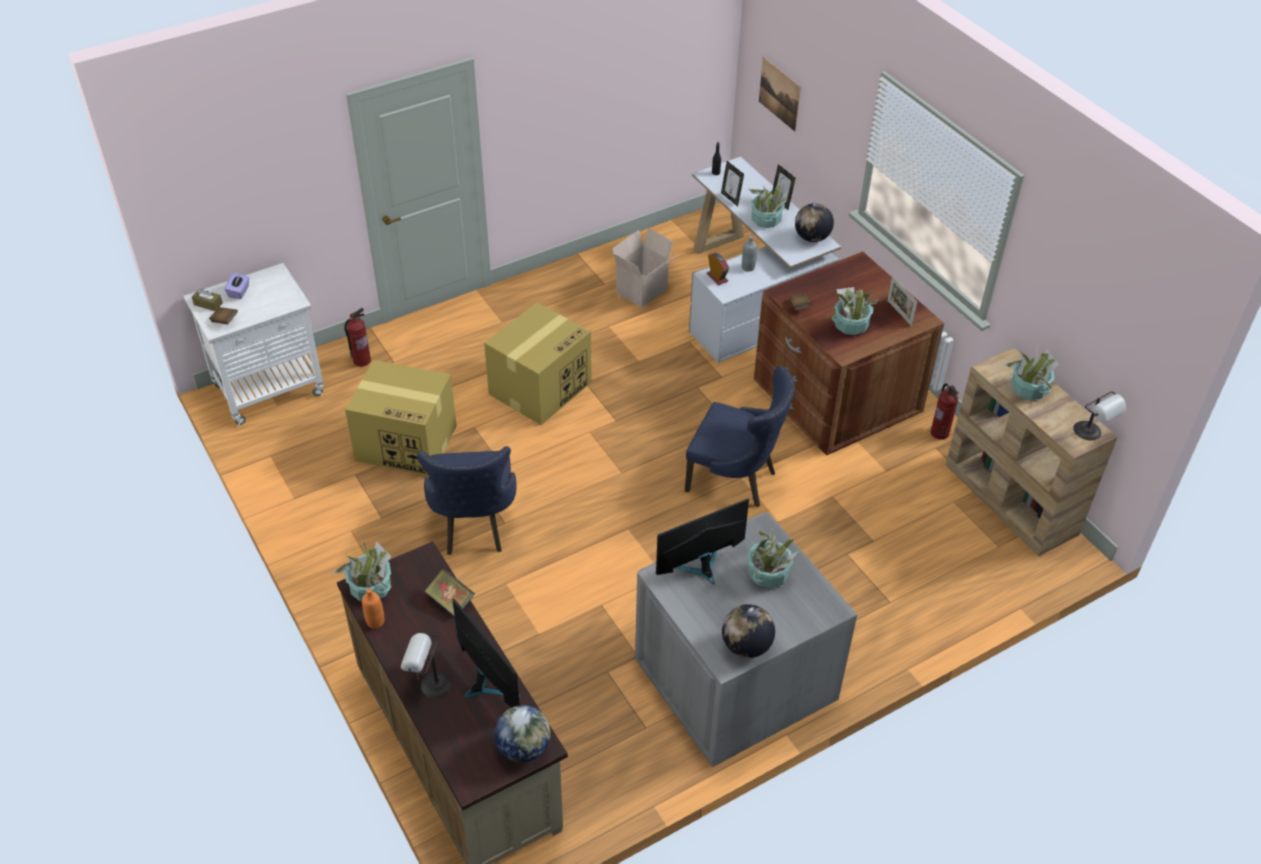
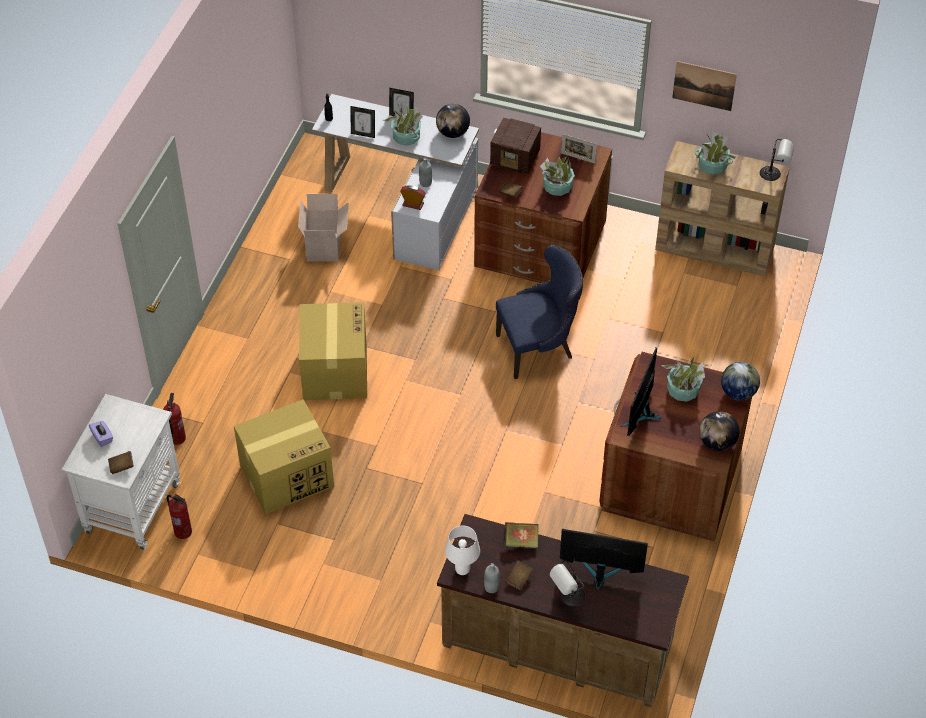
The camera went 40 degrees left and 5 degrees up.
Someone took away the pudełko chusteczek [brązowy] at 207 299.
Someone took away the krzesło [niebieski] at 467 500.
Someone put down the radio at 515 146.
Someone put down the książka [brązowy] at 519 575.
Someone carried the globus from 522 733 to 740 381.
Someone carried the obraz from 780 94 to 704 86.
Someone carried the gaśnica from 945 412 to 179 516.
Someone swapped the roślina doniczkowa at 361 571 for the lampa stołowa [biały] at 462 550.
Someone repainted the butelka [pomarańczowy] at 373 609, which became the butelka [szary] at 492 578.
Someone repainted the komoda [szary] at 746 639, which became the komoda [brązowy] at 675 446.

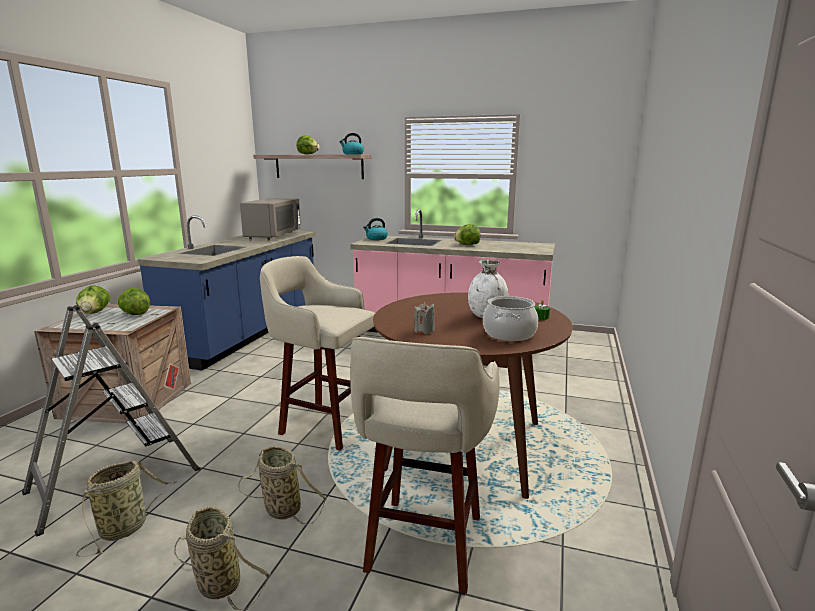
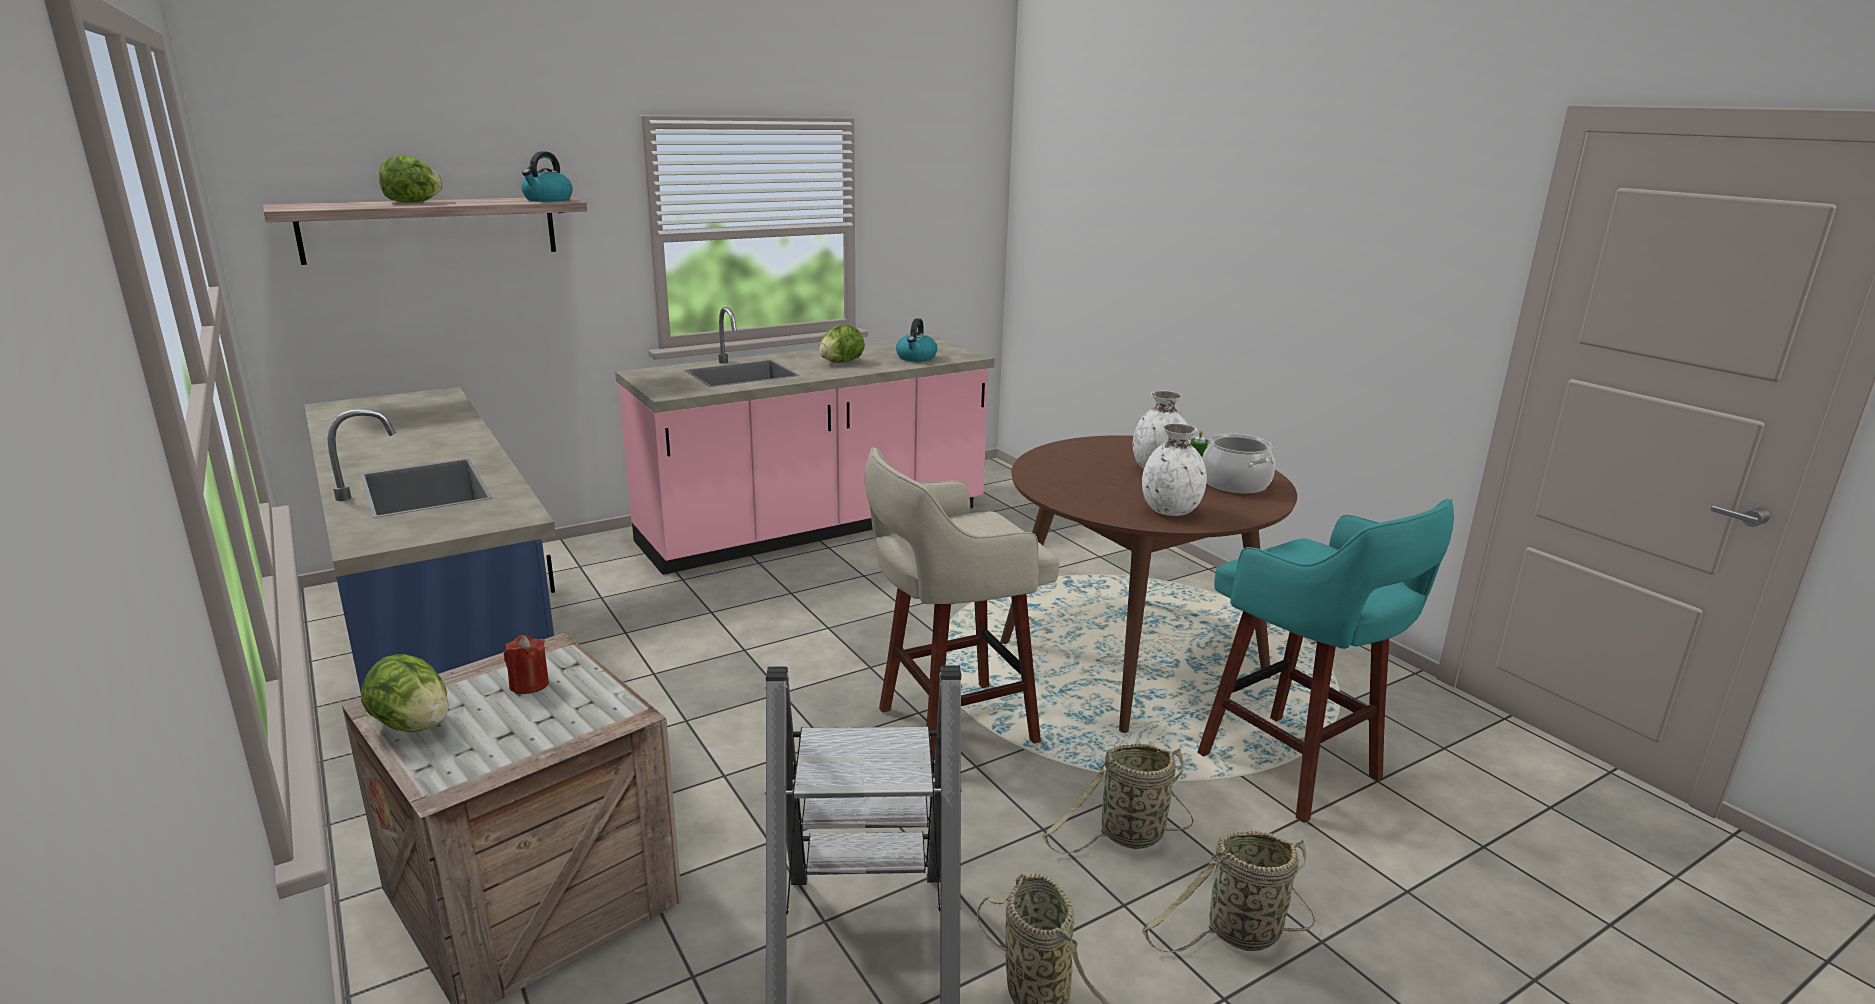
The camera went 50 degrees left and 5 degrees up.
Someone took away the mikrofalówka [szary] at 270 219.
Someone carried the czajnik from 375 229 to 916 340.
Someone swapped the sałata at 134 301 for the świeca [czerwony] at 526 664.
Someone swapped the świeca [szary] at 424 318 for the wazon [biały] at 1174 469.
Someone repainted the stołek [beżowy] at 424 465, which became the stołek [turkusowy] at 1325 661.

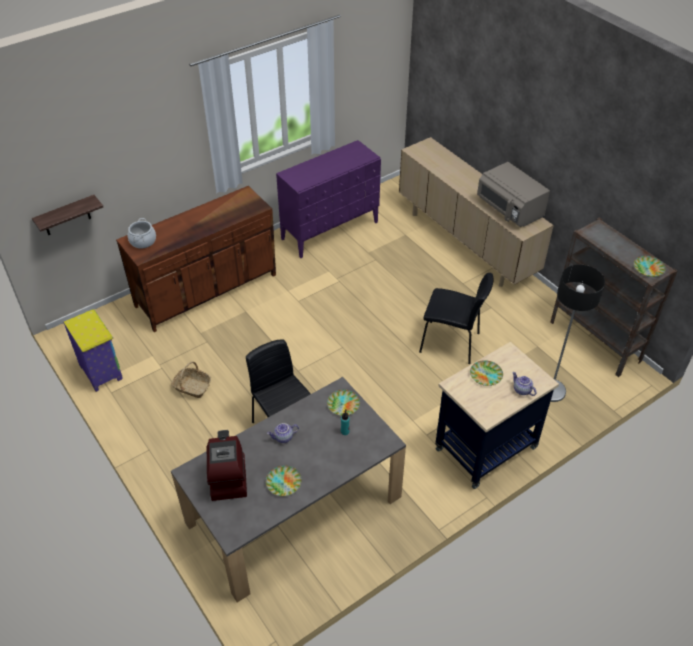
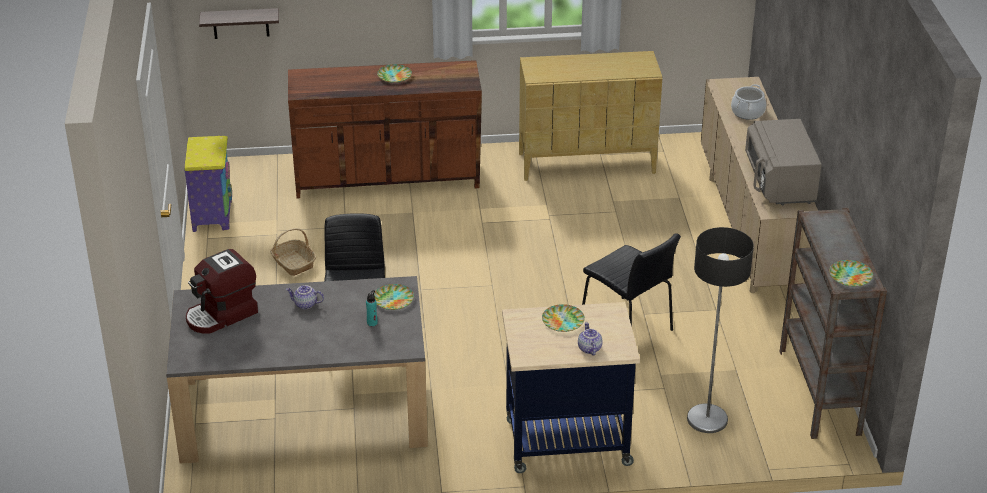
The camera went 30 degrees right and 10 degrees down.
Someone carried the garnek from 142 233 to 748 102.
Someone carried the talerz from 284 480 to 394 73.
Someone repainted the komoda [fioletowy] at 328 199, which became the komoda [beżowy] at 590 116.
Someone rotated the ekspres do kawy at 227 465 by 150 degrees counterclockwise.

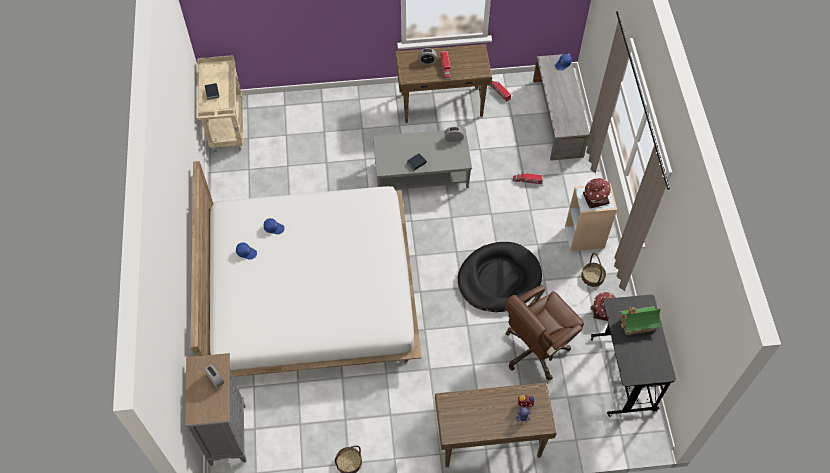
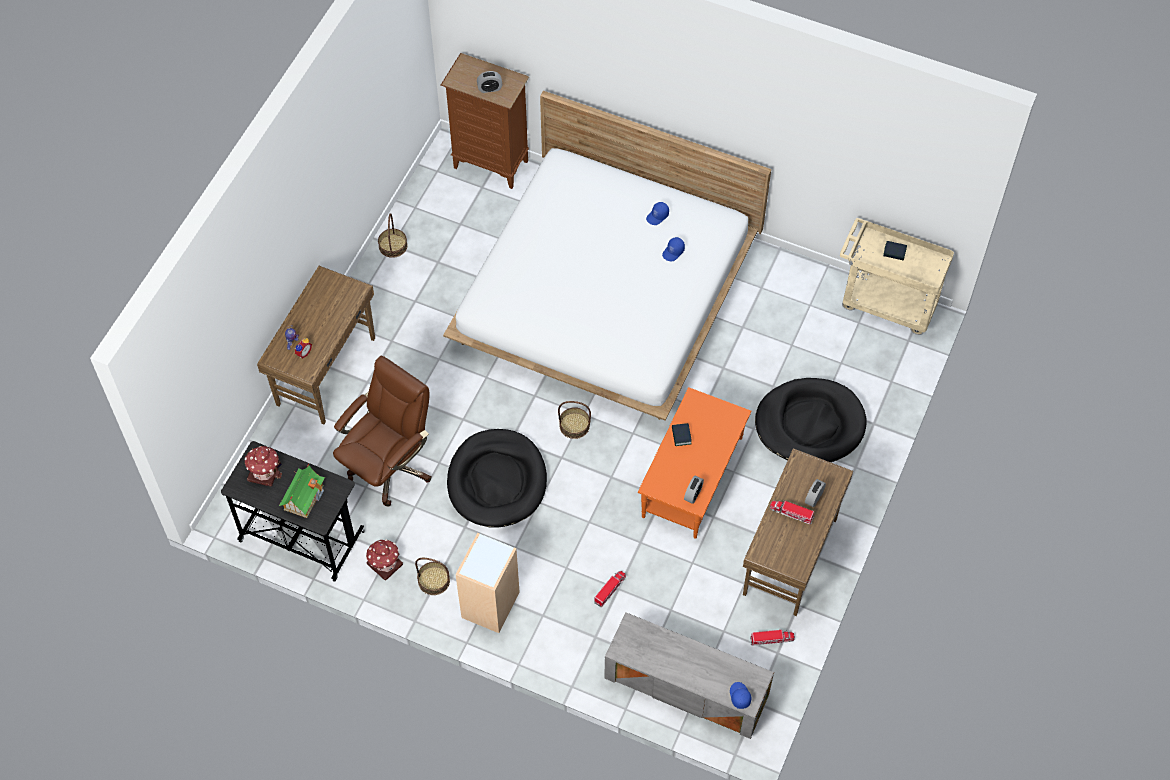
The camera went 120 degrees right and 0 degrees up.
Someone put down the koszyk at 574 420.
Someone put down the legowisko [czarny] at 811 420.
Someone carried the domek from 597 193 to 263 466.
Someone repainted the komoda [szary] at 215 409, which became the komoda [brązowy] at 485 121.
Someone repainted the ława [szary] at 422 158, which became the ława [pomarańczowy] at 694 462.
Someone rotated the krzesło biurowe [brązowy] at 544 332 by 45 degrees clockwise.

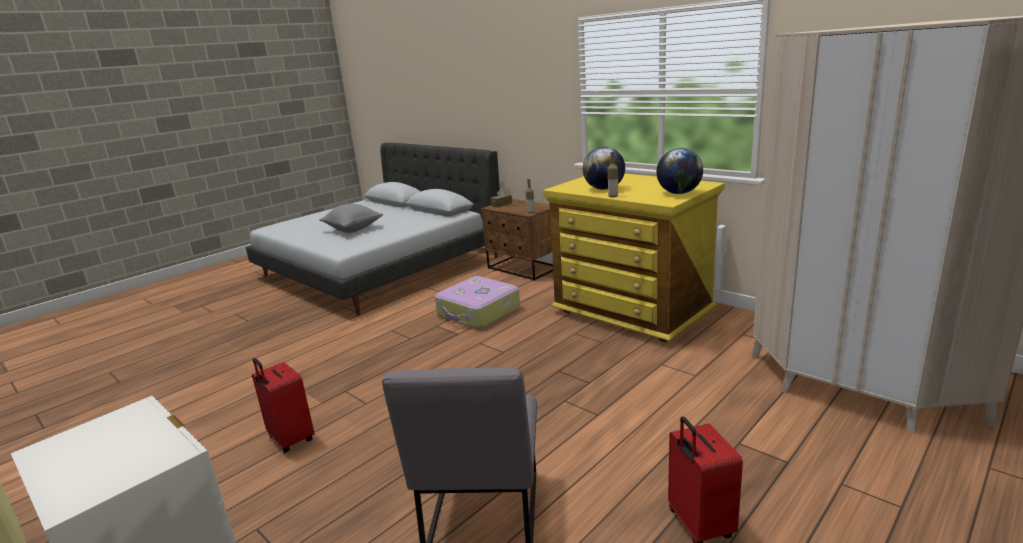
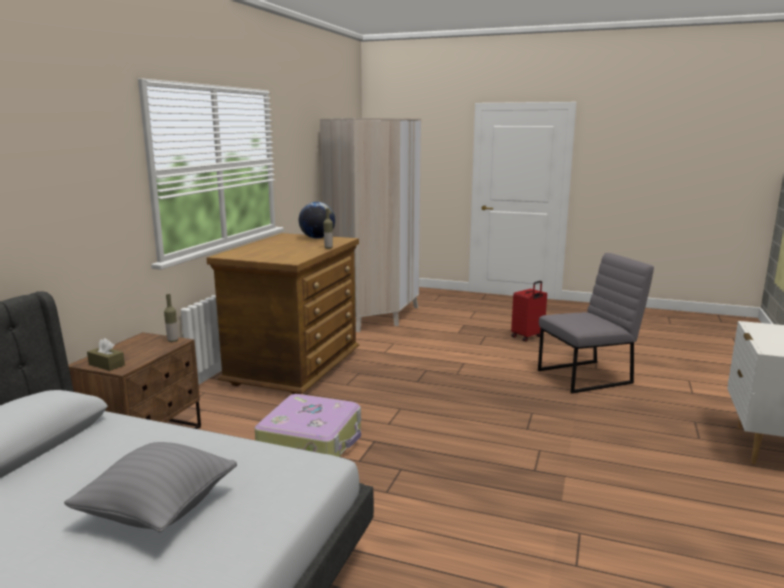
The camera went 115 degrees left and 5 degrees down.
Someone took away the walizka [czerwony] at 283 405.
Someone took away the globus at 604 168.
Someone repainted the komoda [żółty] at 634 257, which became the komoda [brązowy] at 283 313.

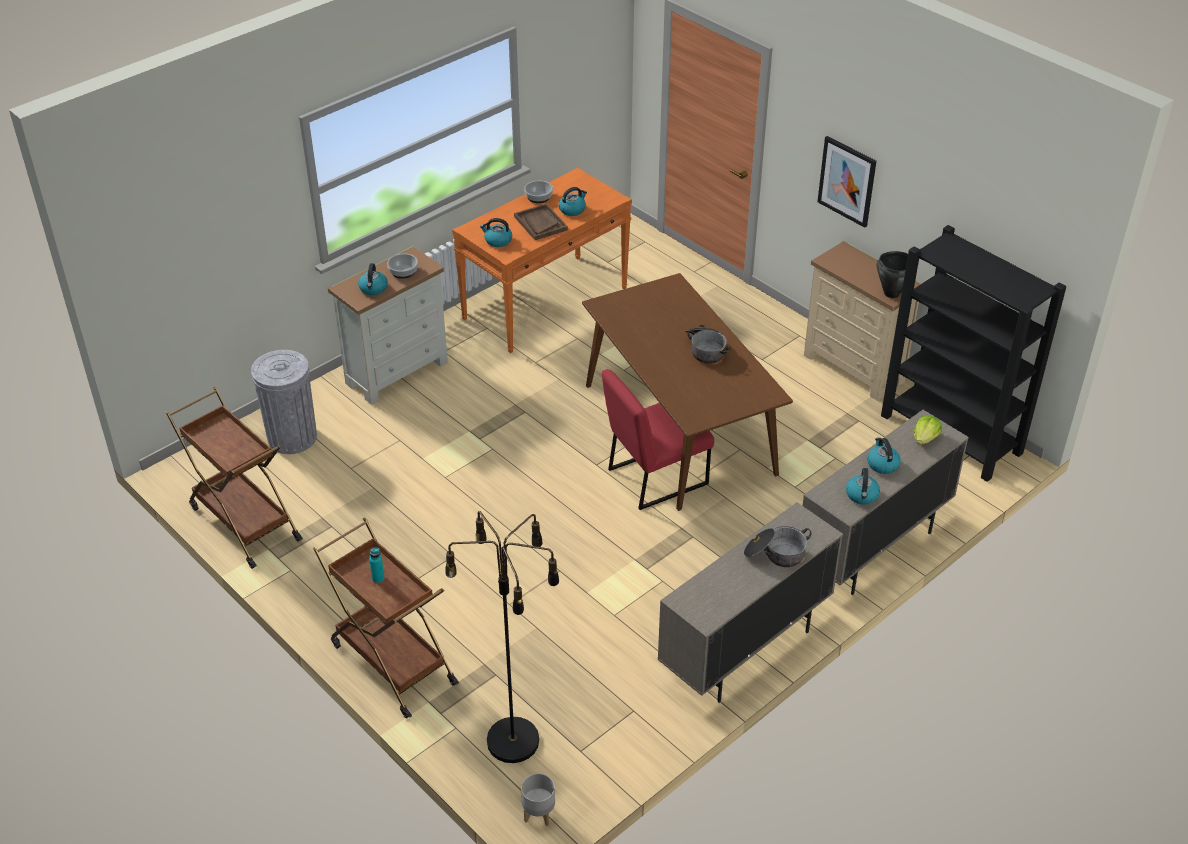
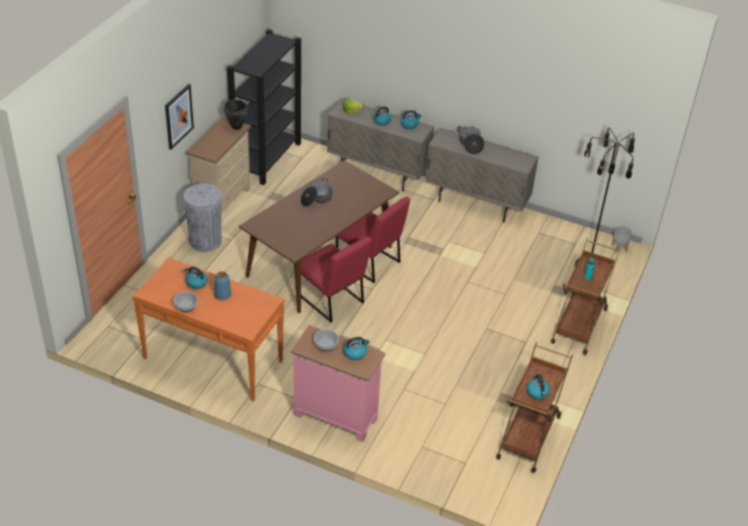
The camera went 115 degrees left and 0 degrees up.
Someone put down the krzesło [czerwony] at 336 279.
Someone carried the kosz na śmieci [szary] from 284 402 to 203 218.
Someone carried the czajnik from 496 232 to 538 386.
Someone swapped the taca [brązowy] at 541 222 for the wazon [niebieski] at 223 285.
Someone repainted the komoda [biały] at 388 325, which became the komoda [różowy] at 337 383.

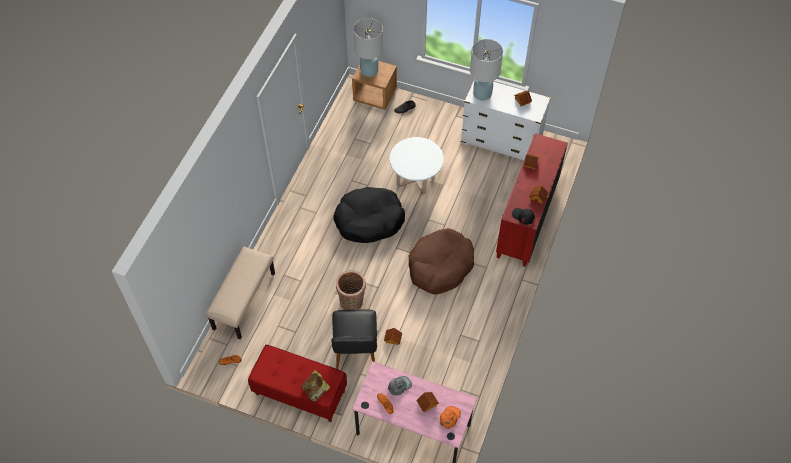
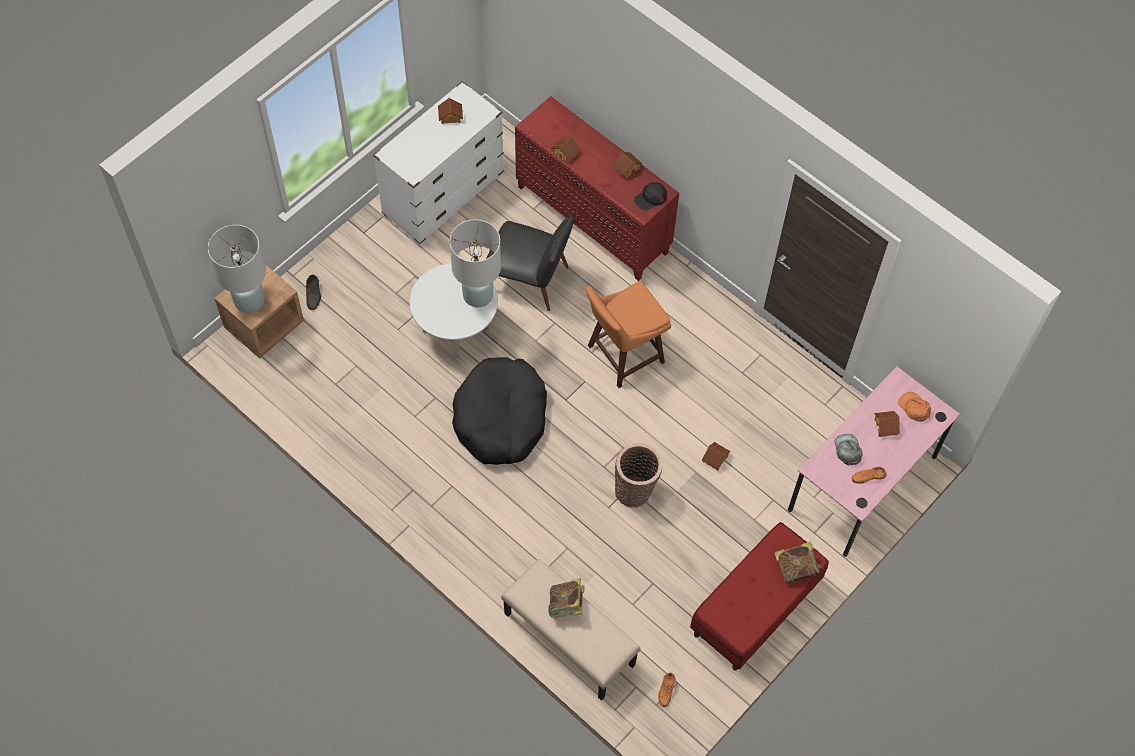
The camera went 70 degrees left and 5 degrees up.
Someone put down the książka at 566 598.
Someone carried the krzesło [czarny] from 354 339 to 530 262.
Someone carried the lampa stołowa [biały] from 486 69 to 475 263.
Someone swapped the legowisko [brązowy] at 441 261 for the stołek [pomarańczowy] at 628 334.

